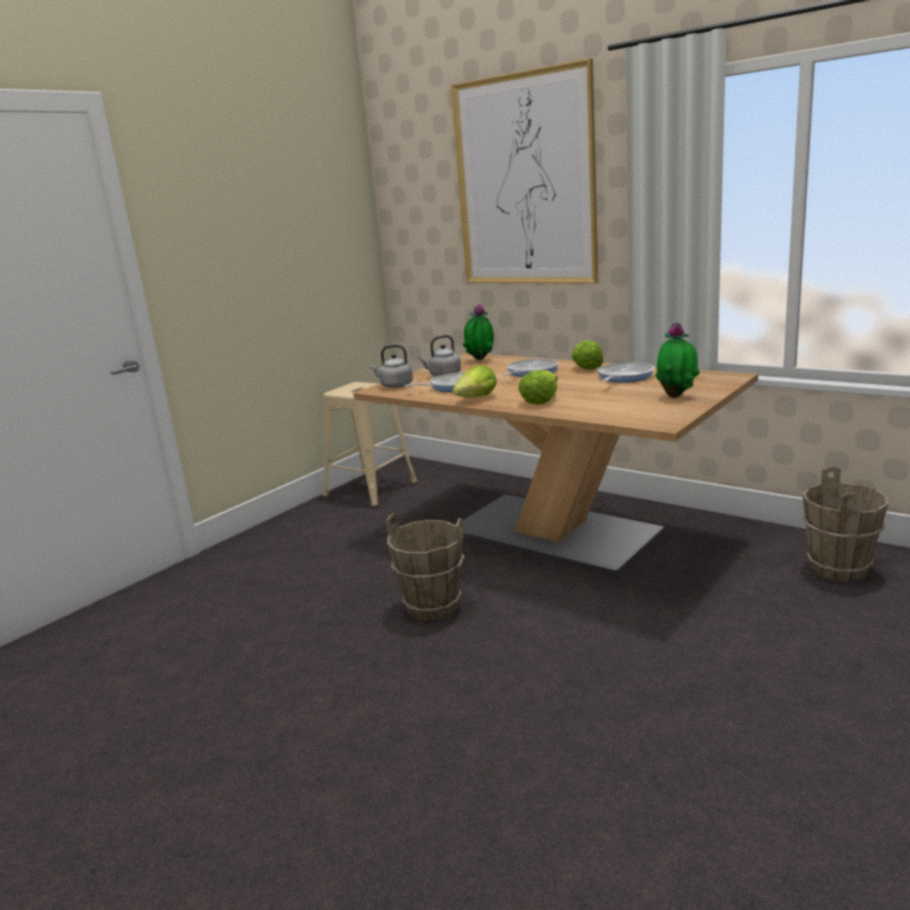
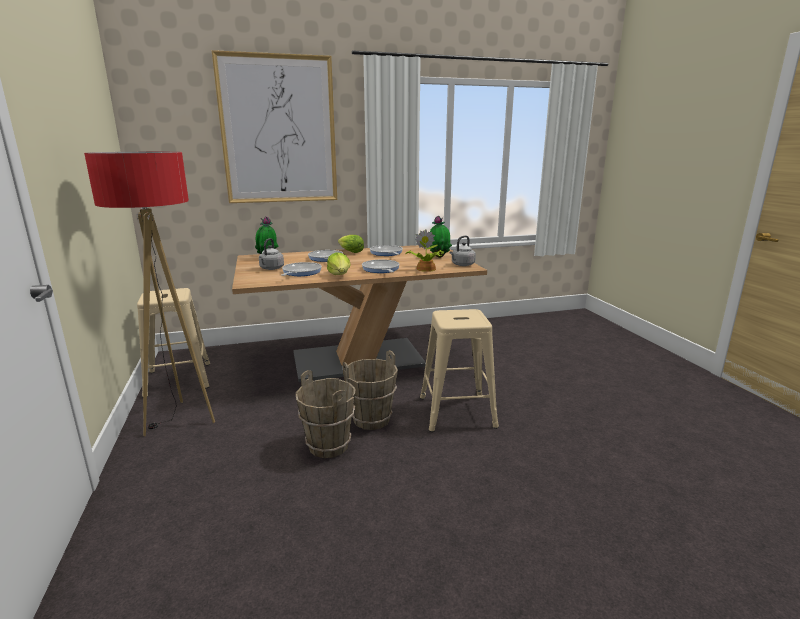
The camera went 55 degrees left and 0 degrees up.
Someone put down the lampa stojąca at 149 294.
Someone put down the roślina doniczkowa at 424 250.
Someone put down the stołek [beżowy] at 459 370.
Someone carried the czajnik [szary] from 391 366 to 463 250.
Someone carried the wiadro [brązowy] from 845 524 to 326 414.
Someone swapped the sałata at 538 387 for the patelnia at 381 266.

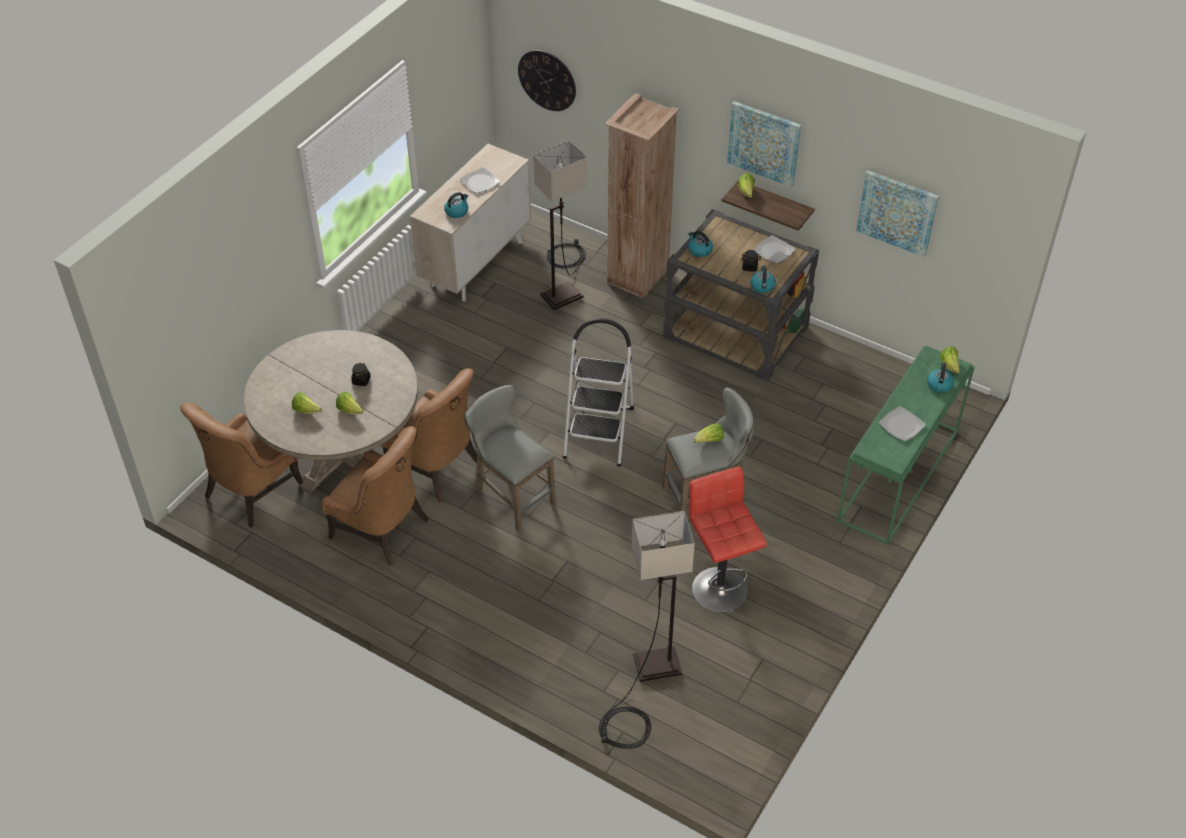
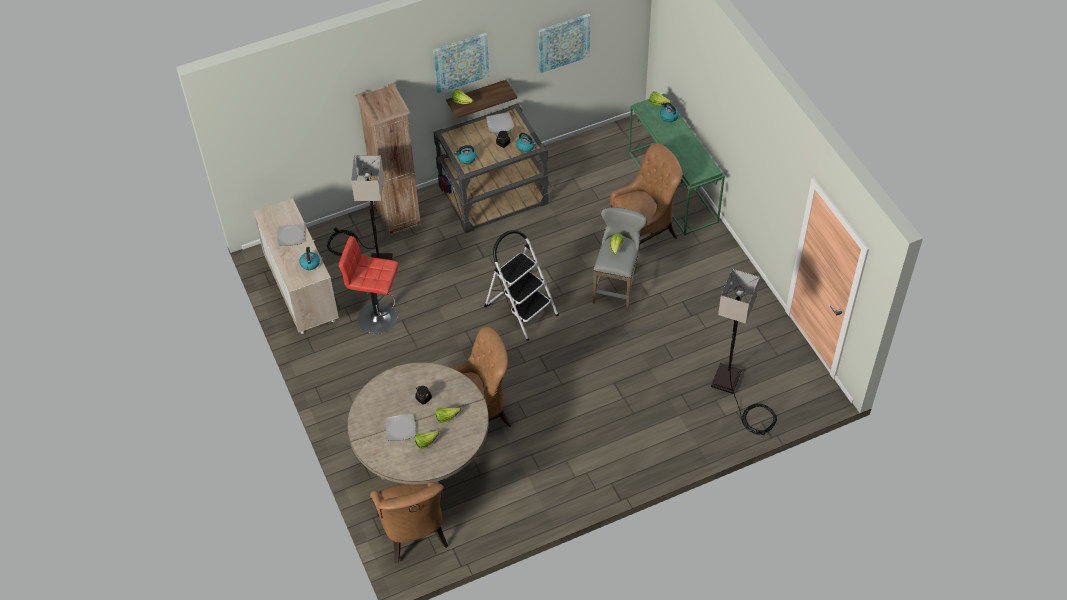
The camera went 55 degrees left and 5 degrees up.
Someone took away the stołek [szary] at 510 458.
Someone took away the zegar ścienny at 547 80.
Someone carried the krzesło [brązowy] from 375 496 to 646 193.
Someone carried the stołek [czerwony] from 728 539 to 369 285.
Someone carried the talerz from 902 423 to 400 427.

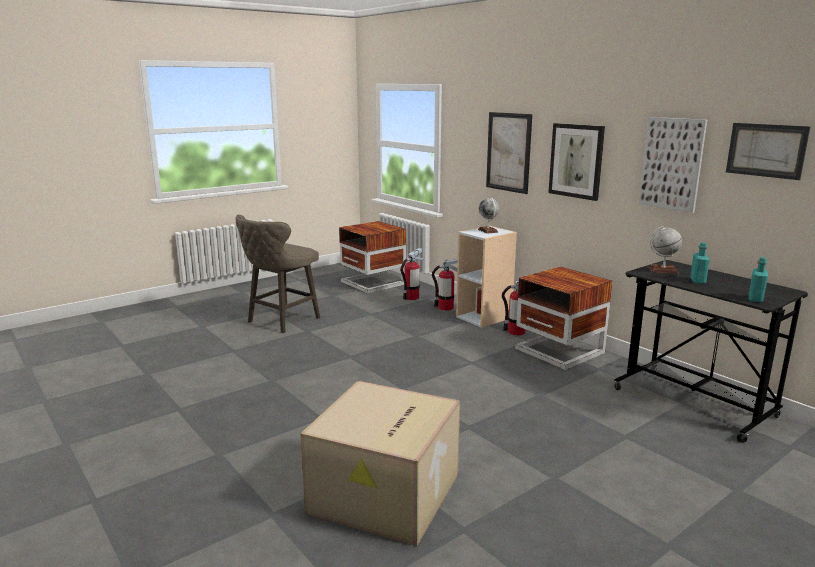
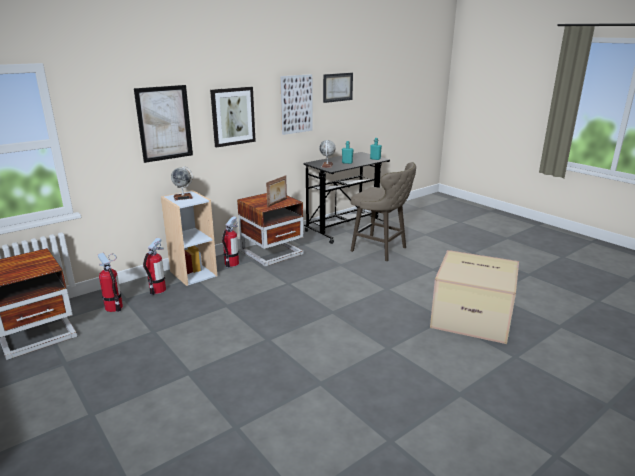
The camera went 90 degrees left and 5 degrees up.
Someone put down the ramka na zdjęcie at 276 191.
Someone carried the stołek [beżowy] from 277 273 to 383 211.

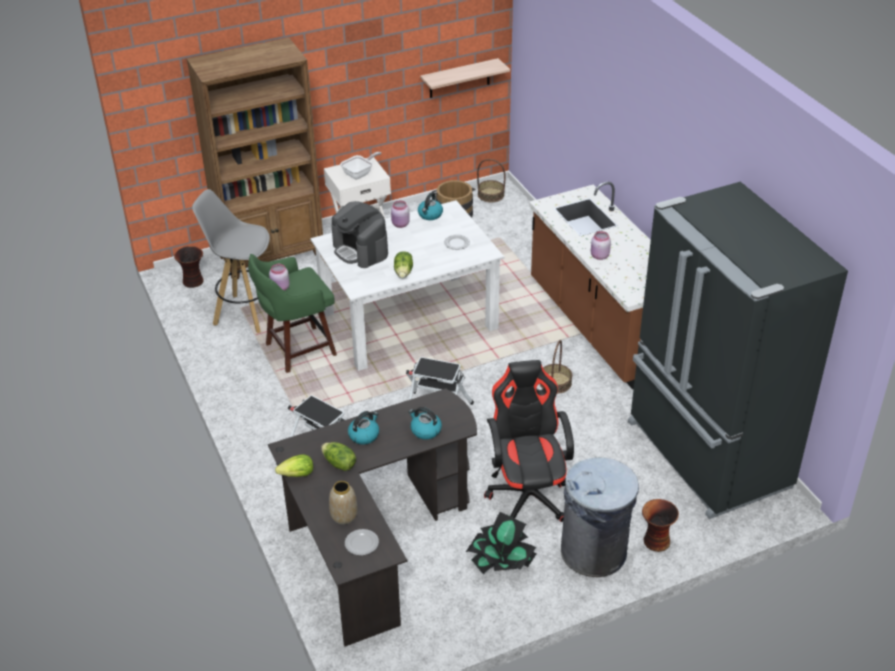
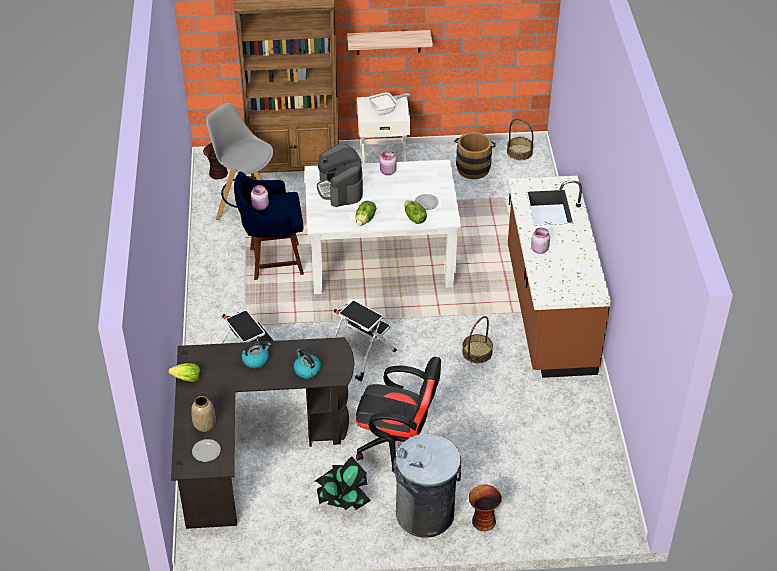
The camera went 20 degrees right and 5 degrees up.
Someone took away the czajnik at 430 206.
Someone took away the lodówka [czarny] at 738 350.
Someone carried the sałata from 338 456 to 415 212.
Someone carried the półka from 465 78 to 390 42.
Someone repainted the stołek [zielony] at 292 313, which became the stołek [niebieski] at 269 225.
Someone rotated the krzesło biurowe [czarny] at 529 441 by 90 degrees clockwise.

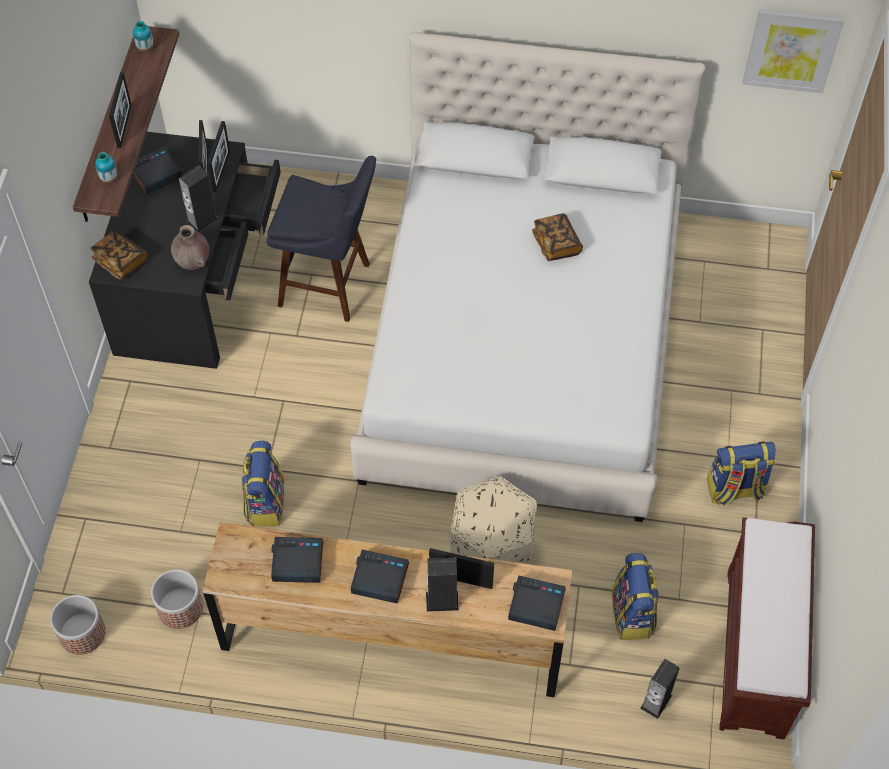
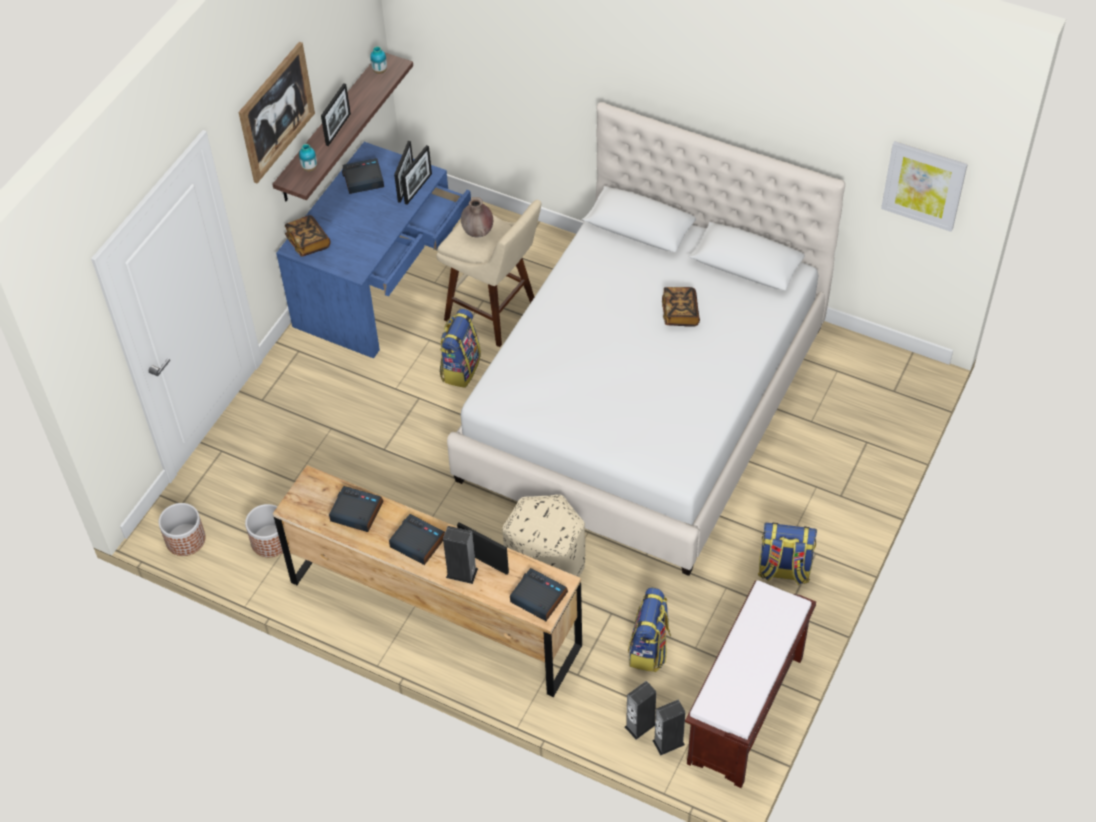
The camera went 20 degrees right and 5 degrees down.
Someone put up the obraz at 277 112.
Someone carried the wazon [brązowy] from 190 247 to 477 217.
Someone carried the głośnik from 199 198 to 668 728.
Someone carried the plecak from 263 484 to 460 348.
Someone repainted the biurko [czarny] at 185 250, which became the biurko [niebieski] at 373 250.
Someone repainted the stołek [niebieski] at 321 239, which became the stołek [beżowy] at 489 273.

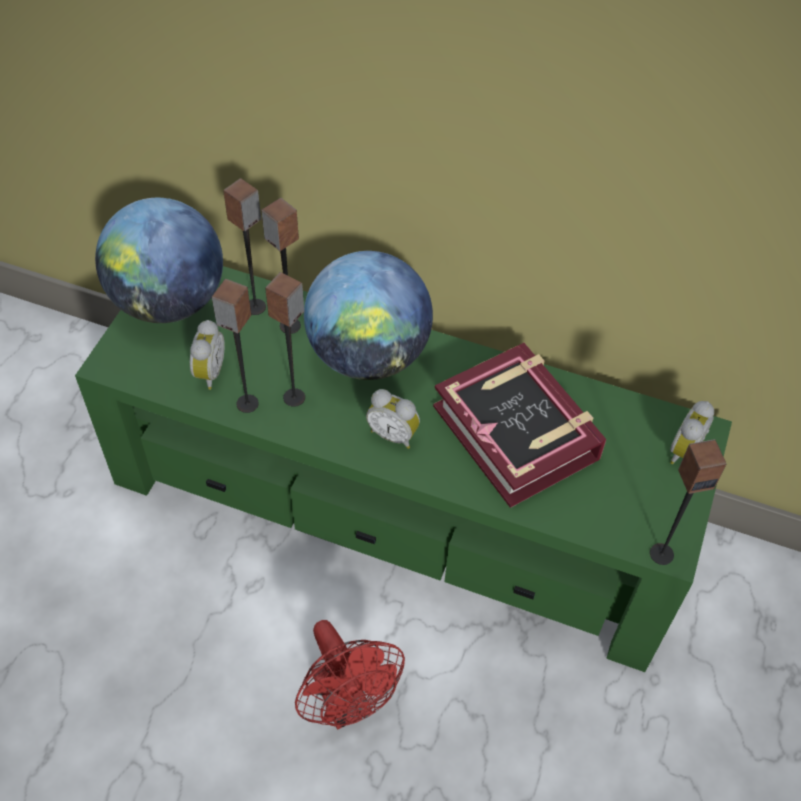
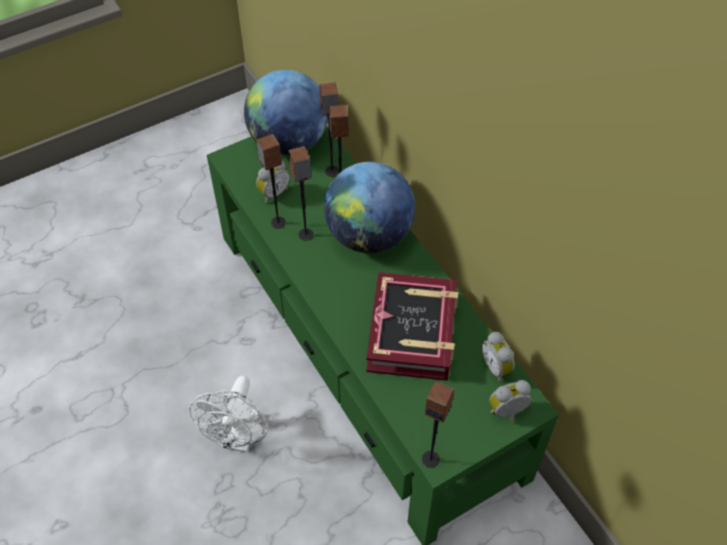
The camera went 40 degrees right and 0 degrees up.
Someone carried the budzik from 393 419 to 498 357.
Someone repainted the wentylator [czerwony] at 350 674, which became the wentylator [biały] at 228 414.

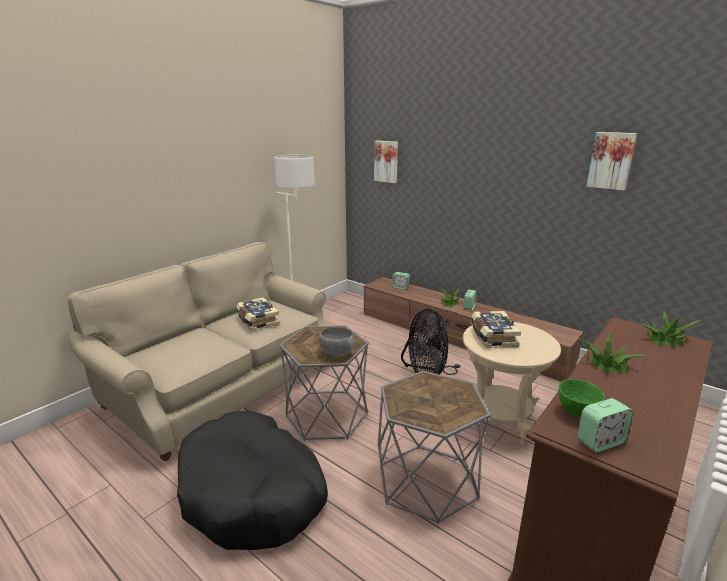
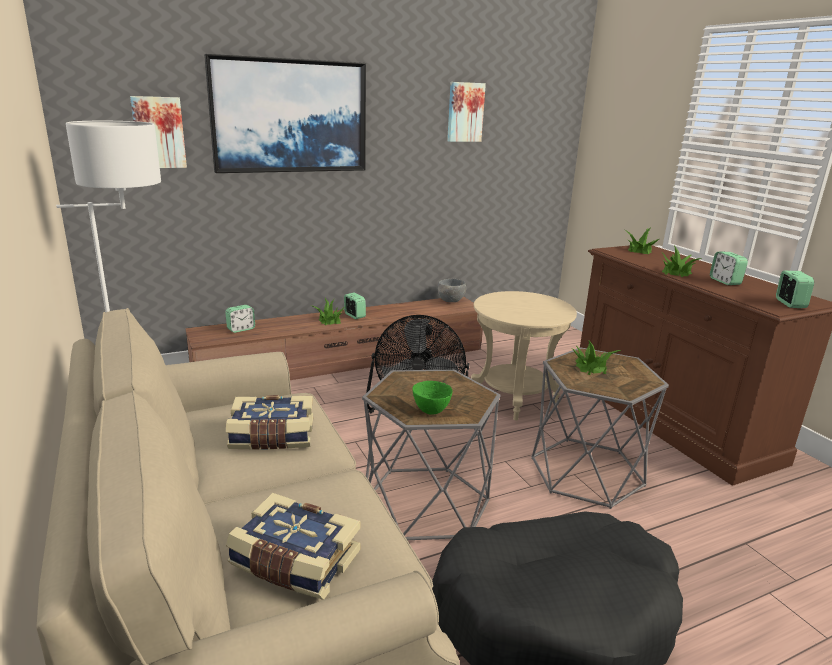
The camera went 65 degrees left and 0 degrees up.
Someone put up the obraz at 285 113.
Someone put down the roślina doniczkowa at 597 358.
Someone put down the budzik at 729 268.
Someone carried the miska [szary] from 336 342 to 452 290.
Someone carried the książka from 496 329 to 293 546.
Someone carried the miska [zielony] from 581 398 to 432 398.

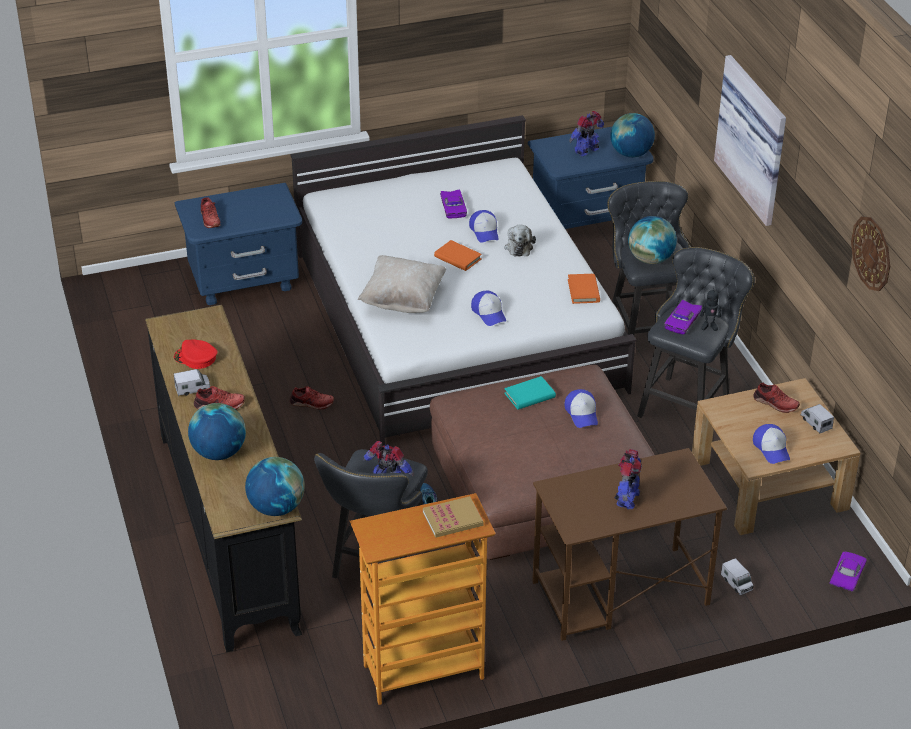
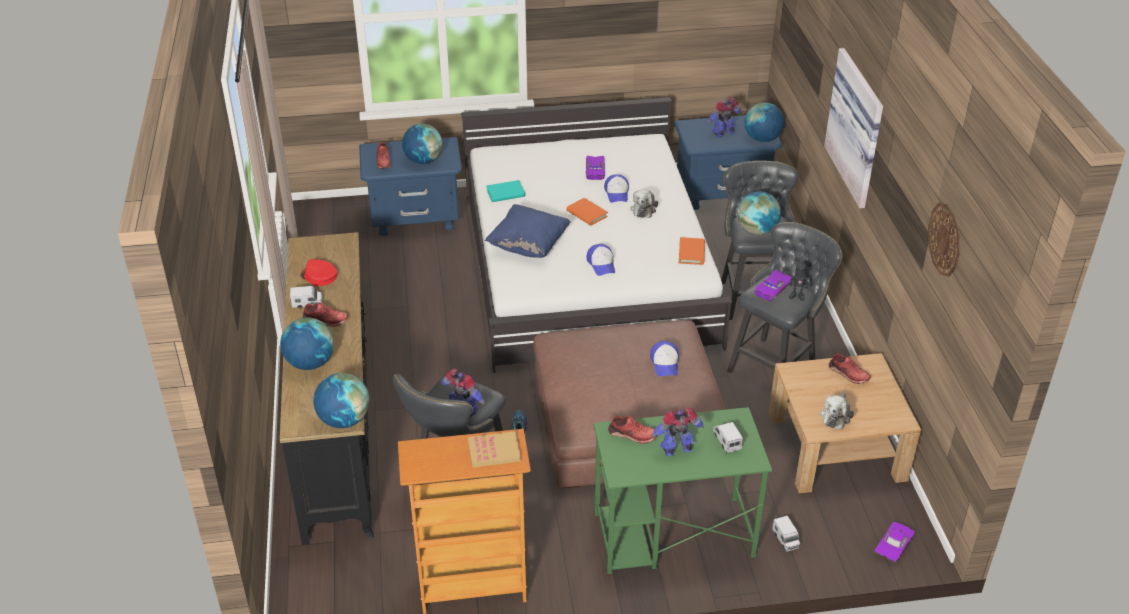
The camera went 10 degrees right and 0 degrees up.
Someone put down the globus at 422 144.
Someone carried the but [czerwony] from 312 397 to 632 430.
Someone carried the książka [turkusowy] from 530 393 to 505 191.
Someone carried the ciężarówka zabawkowa from 817 419 to 728 437.
Someone swapped the czapka z daszkiem at 771 444 for the pluszak at 837 411.
Someone repainted the poduszka [beżowy] at 402 284, which became the poduszka [niebieski] at 527 231.
Someone repainted the biurko [brązowy] at 629 544, which became the biurko [zielony] at 683 490.
Someone rotated the robot zabawkowy at 628 479 by 135 degrees counterclockwise.

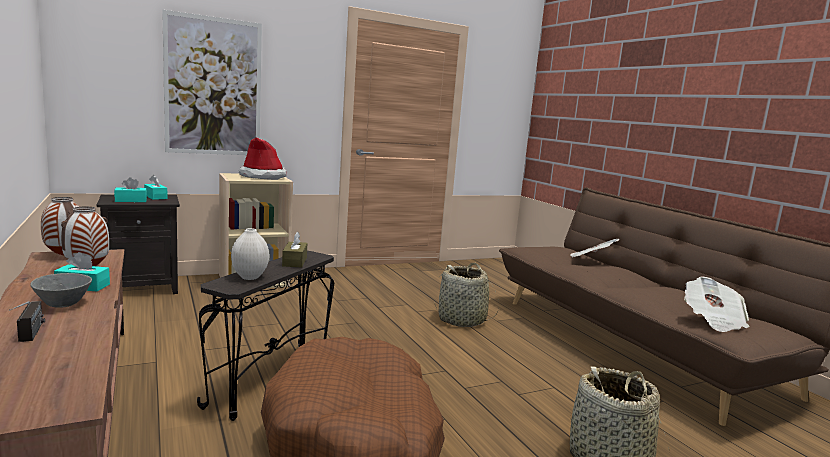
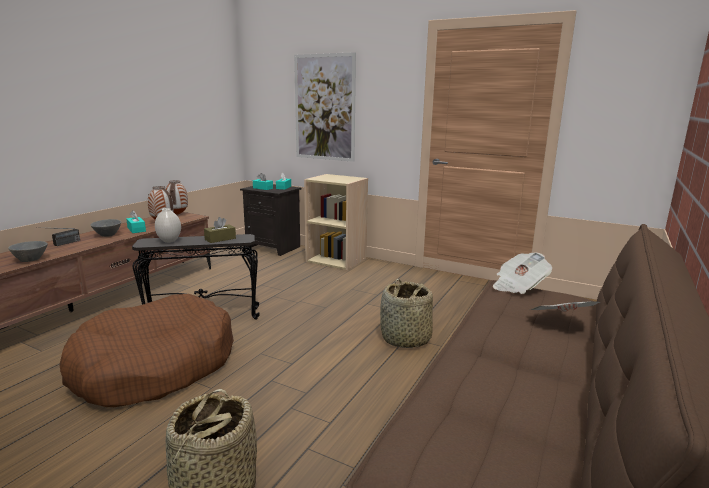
The camera went 55 degrees right and 5 degrees up.
Someone took away the kapelusz at 263 158.
Someone put down the miska [szary] at 28 251.
Someone carried the gazeta from 716 304 to 522 273.

